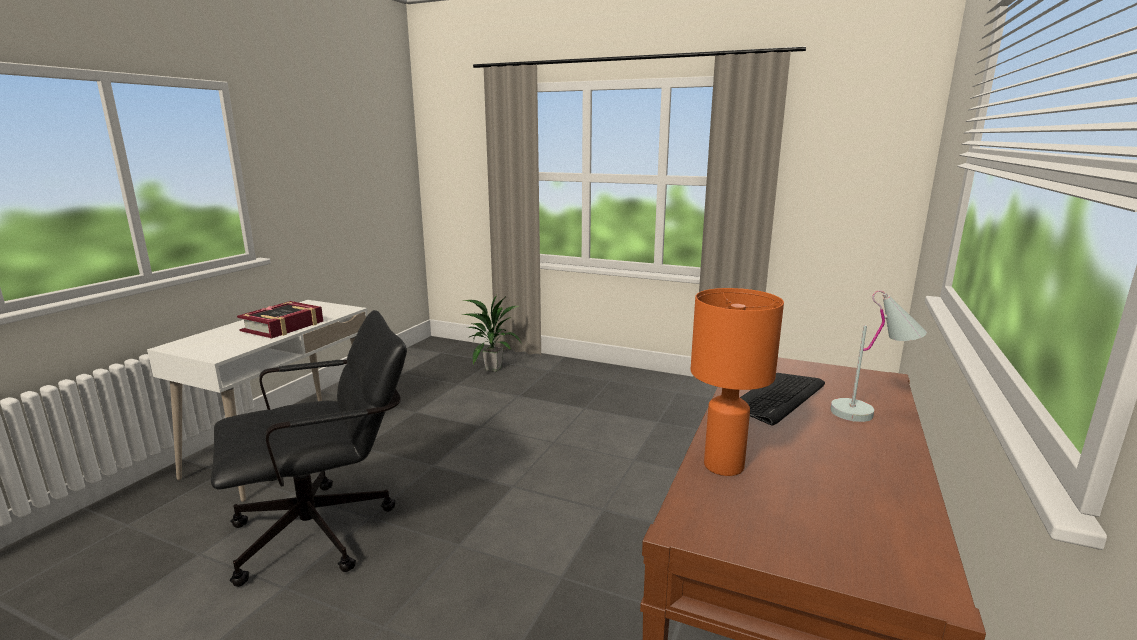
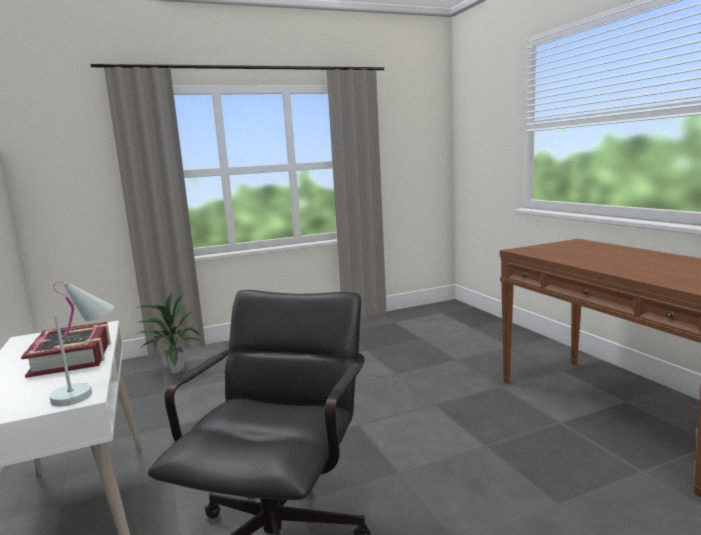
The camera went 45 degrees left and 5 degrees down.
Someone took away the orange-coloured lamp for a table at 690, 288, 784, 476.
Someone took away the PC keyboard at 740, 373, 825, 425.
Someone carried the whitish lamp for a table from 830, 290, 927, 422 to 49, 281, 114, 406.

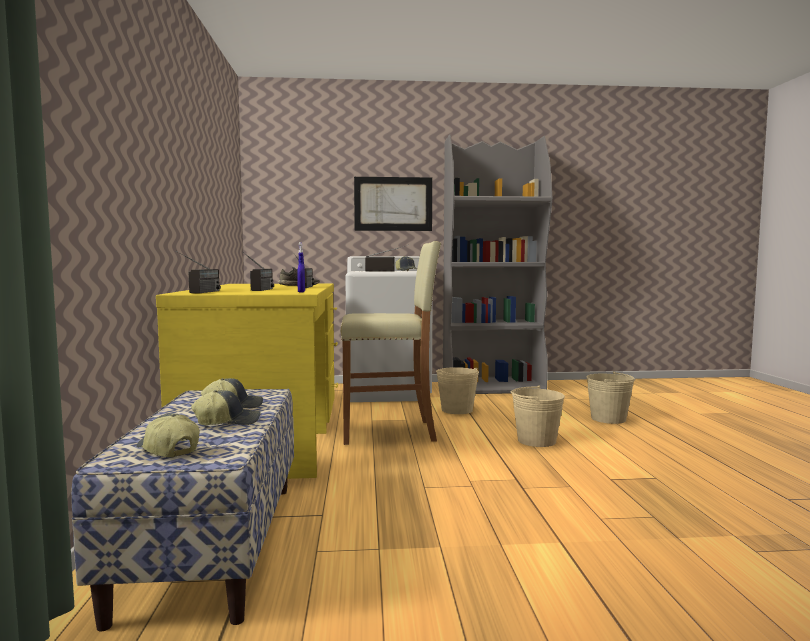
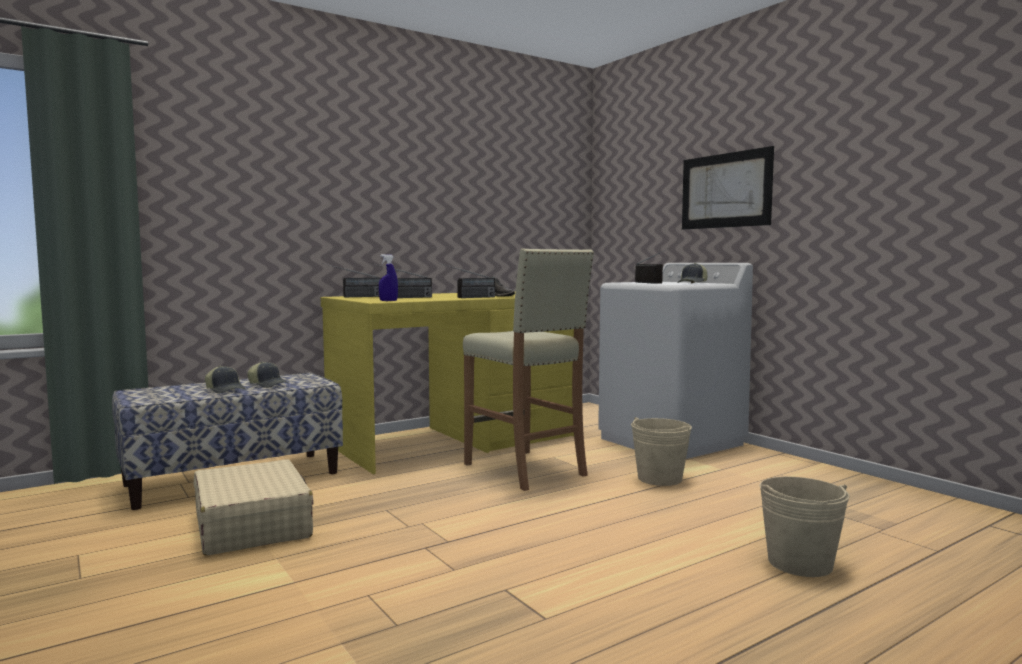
The camera went 60 degrees right and 0 degrees up.
Someone took away the baseball cap at 136, 413, 200, 458.
Someone took away the gray shelving unit at 443, 134, 552, 394.
Someone took away the sand-coloured bucket at 511, 386, 565, 447.
Someone put down the sand-coloured suitcase at 194, 459, 314, 556.

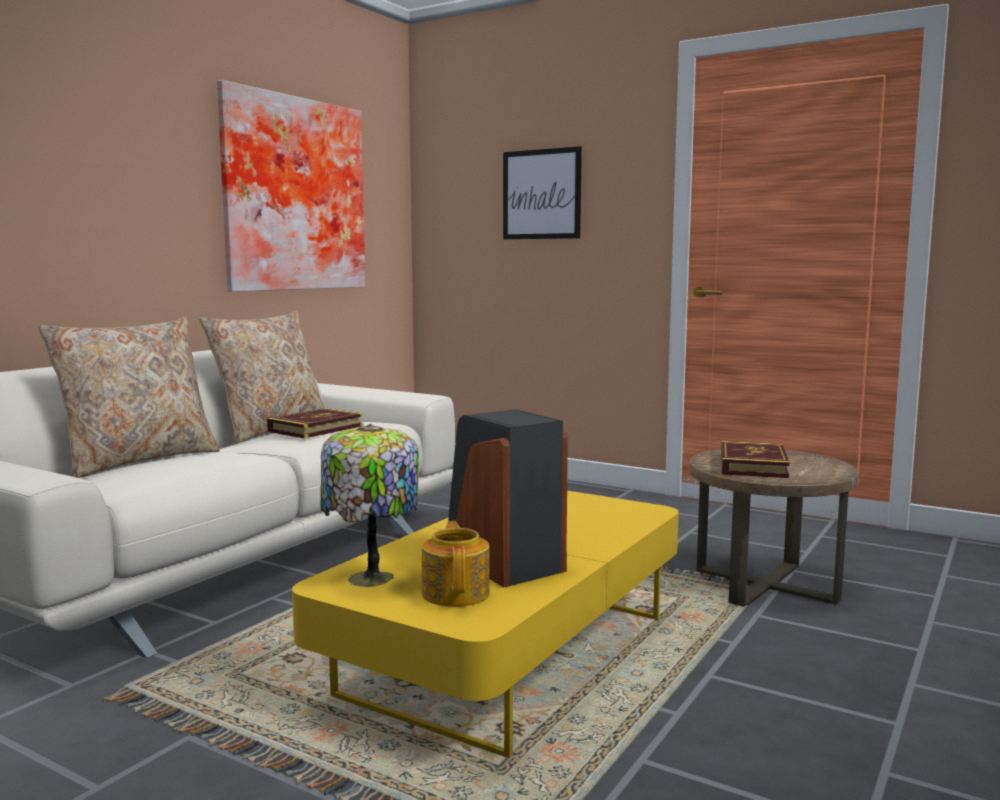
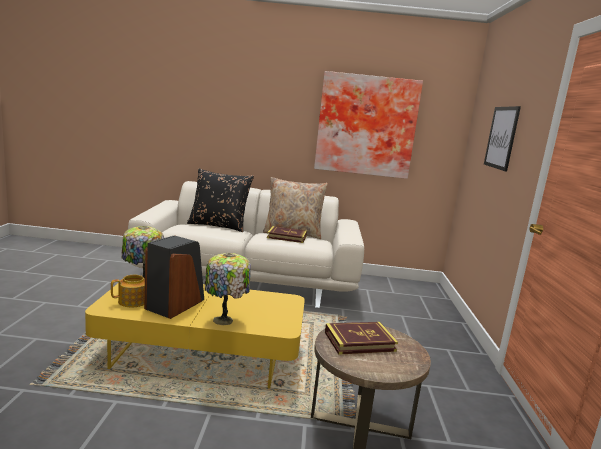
The camera went 60 degrees right and 5 degrees up.
Someone repainted the sand-coloured cushion at 38, 317, 220, 478, which became the blackish cushion at 187, 169, 254, 232.
Someone put down the lamp for a table at 205, 253, 251, 325.

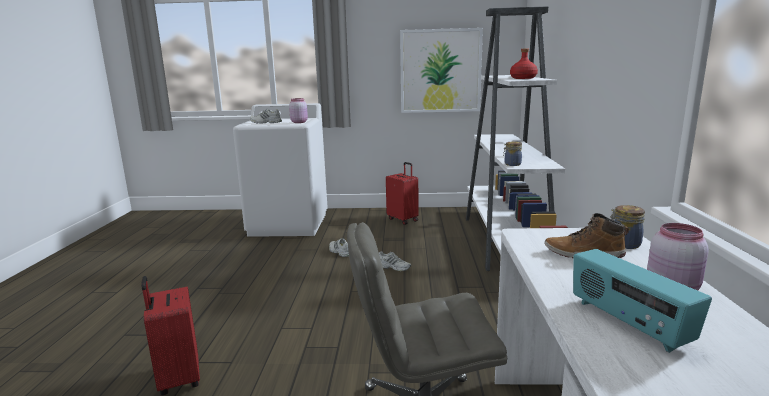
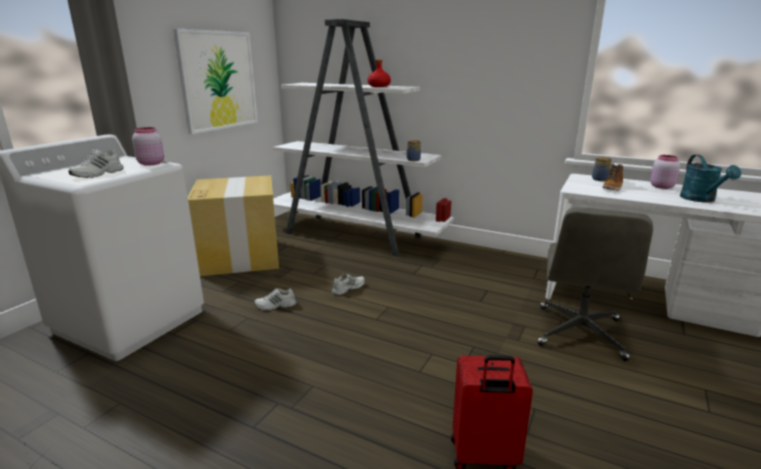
The camera went 65 degrees left and 5 degrees up.
Someone swapped the red suitcase at 386, 162, 418, 225 for the packing box at 188, 175, 279, 276.
Someone swapped the radio at 573, 249, 712, 353 for the turquoise watering pot at 680, 155, 741, 203.

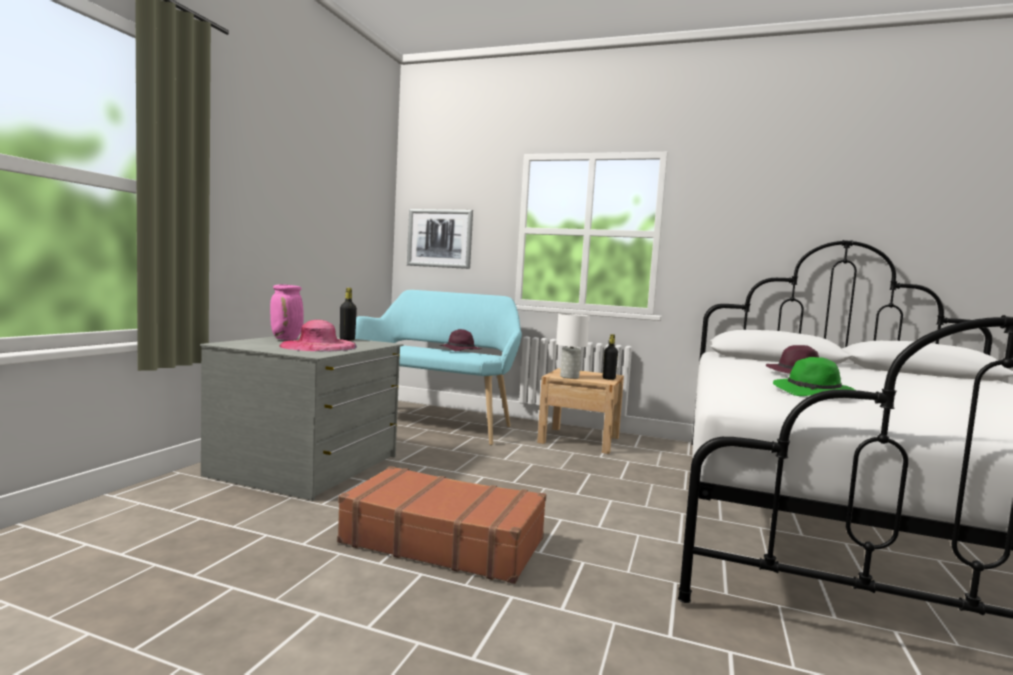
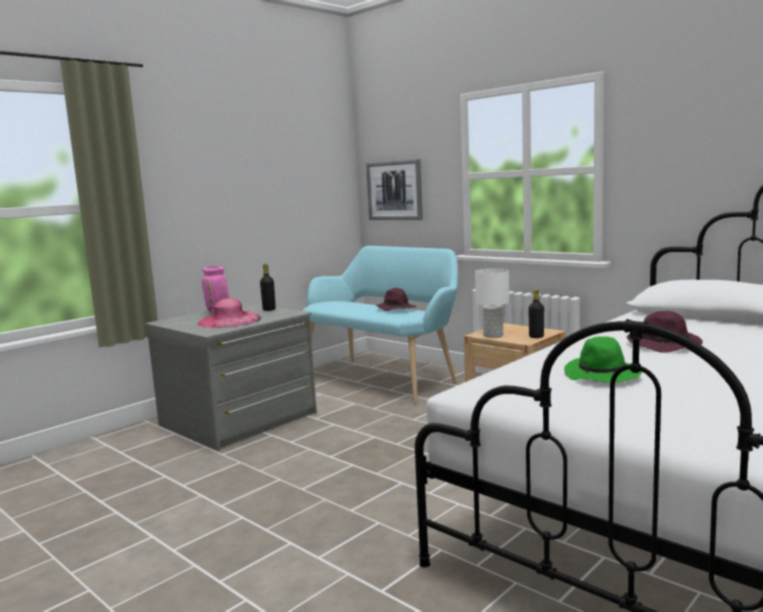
The camera went 25 degrees right and 5 degrees up.
Someone took away the brown suitcase at 337, 466, 546, 584.

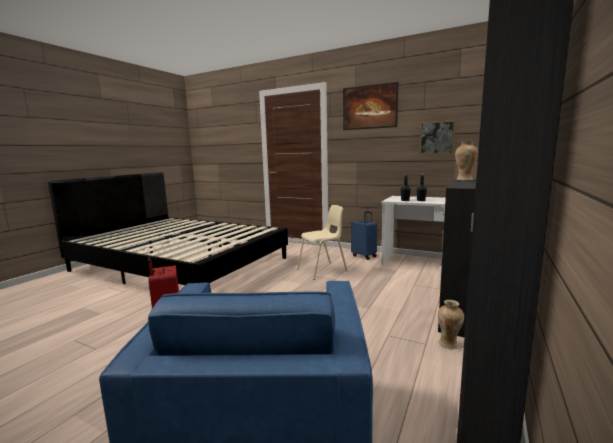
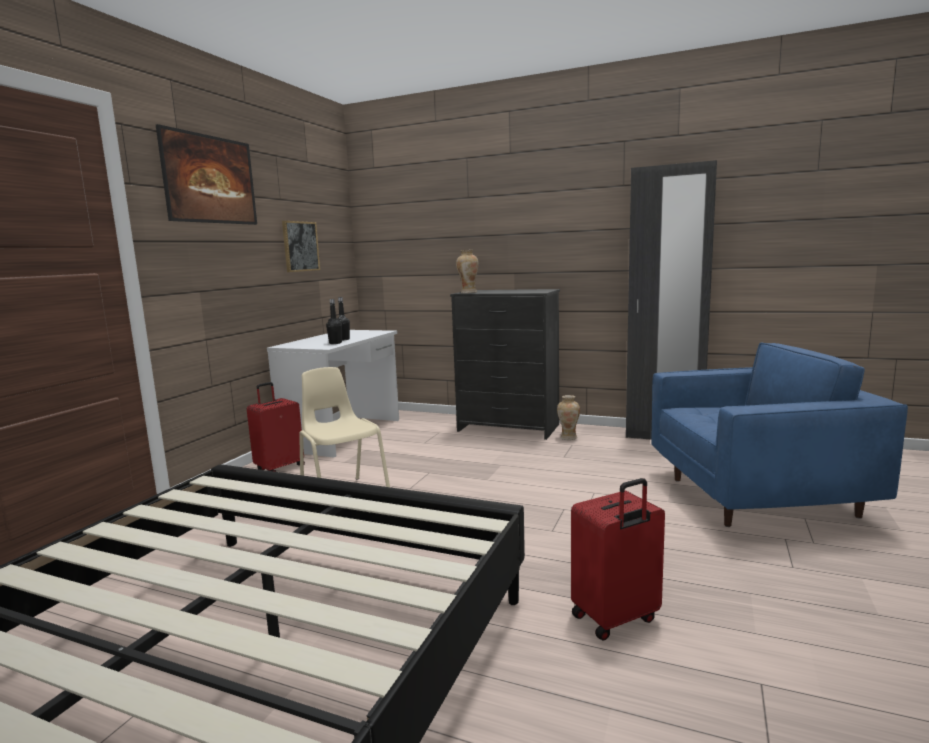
The camera went 95 degrees left and 0 degrees up.
Someone repainted the blue-coloured suitcase at 351, 211, 377, 260, which became the red suitcase at 247, 382, 305, 472.

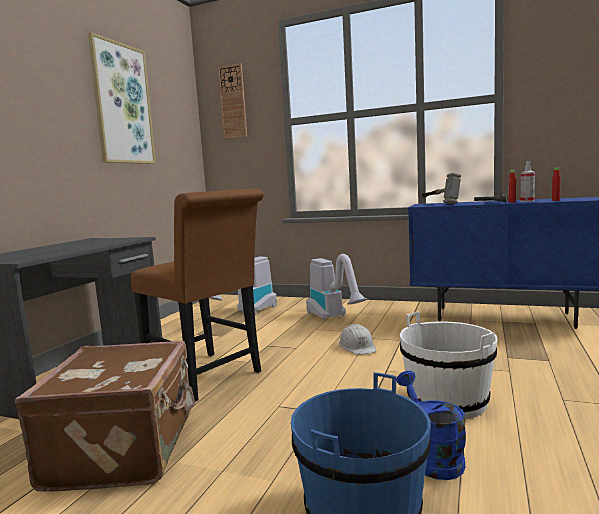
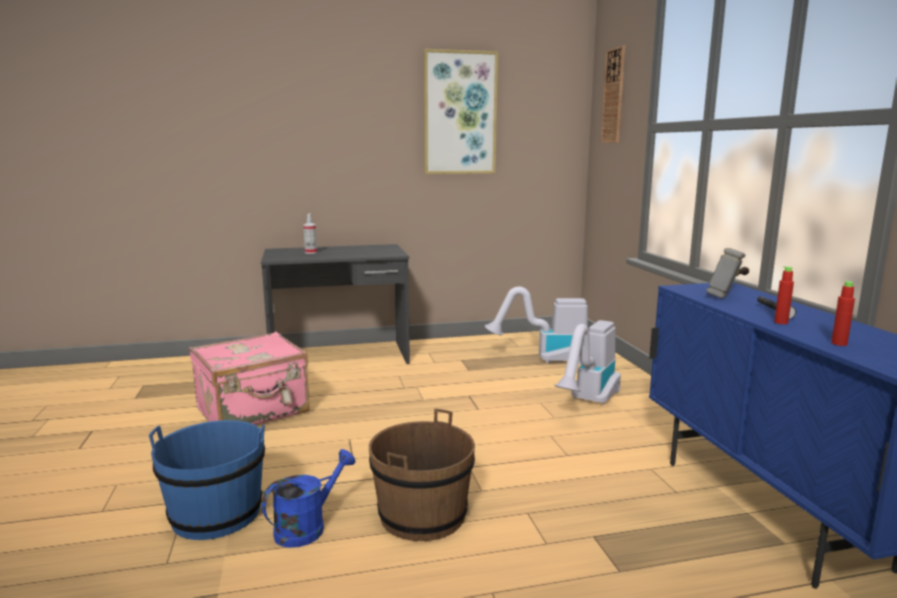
The camera went 55 degrees right and 5 degrees up.
Someone repainted the brown suitcase at 15, 341, 195, 492, which became the pink-coloured suitcase at 189, 332, 310, 425.
Someone took away the brown upright chair at 131, 189, 264, 402.
Someone took away the whitish safety helmet at 339, 324, 376, 355.
Someone repainted the whitish bucket at 400, 312, 498, 419, which became the brown bucket at 369, 408, 475, 541.
Someone carried the sprayer from 520, 161, 535, 202 to 303, 214, 317, 254.

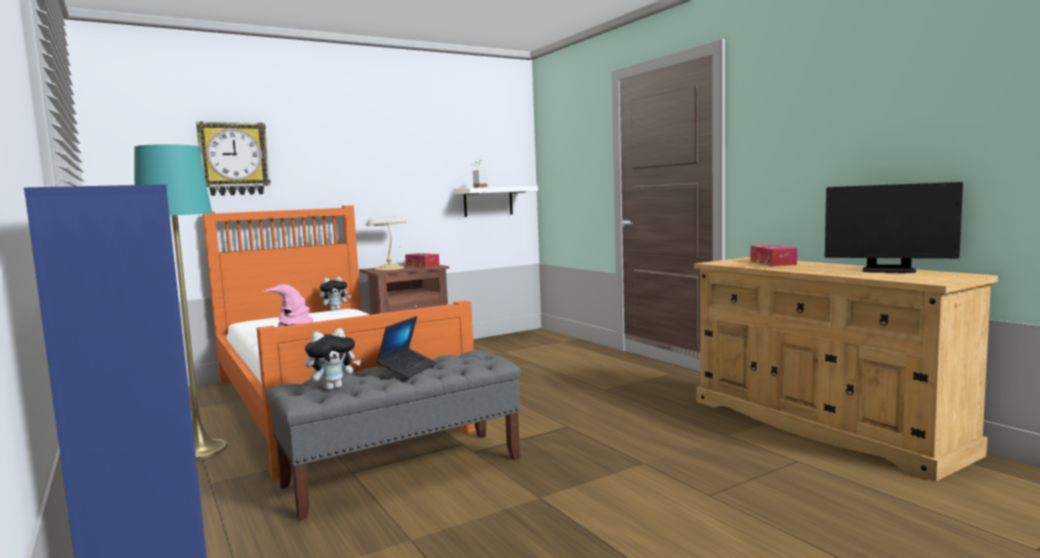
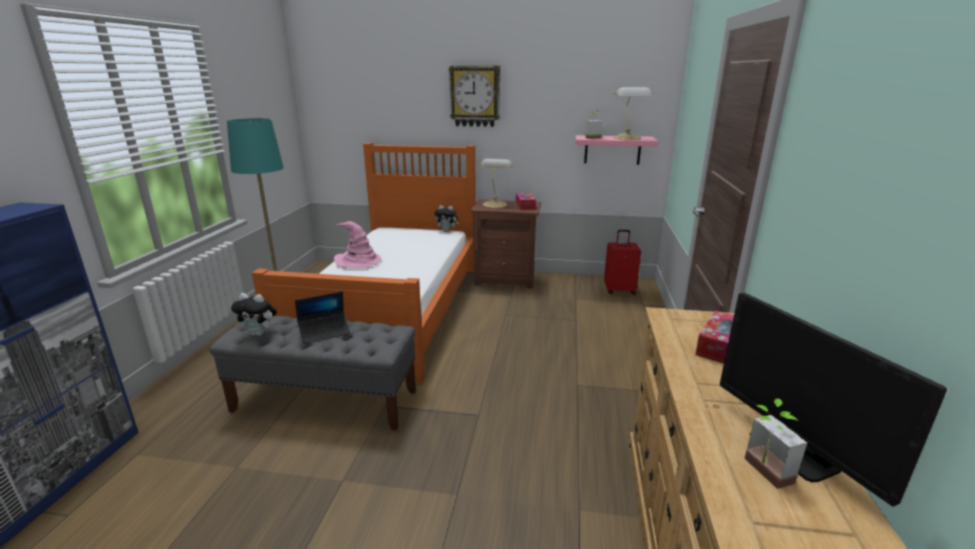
The camera went 40 degrees right and 15 degrees up.
Someone carried the hanging clock from 196, 121, 271, 196 to 449, 66, 500, 127.
Someone repainted the whitish wall shelf at 454, 186, 538, 217, which became the pink-coloured wall shelf at 575, 135, 658, 165.
Someone put down the red suitcase at 604, 230, 641, 295.
Someone put down the lamp for a table at 613, 87, 653, 140.
Someone put down the potted plant at 744, 398, 807, 489.

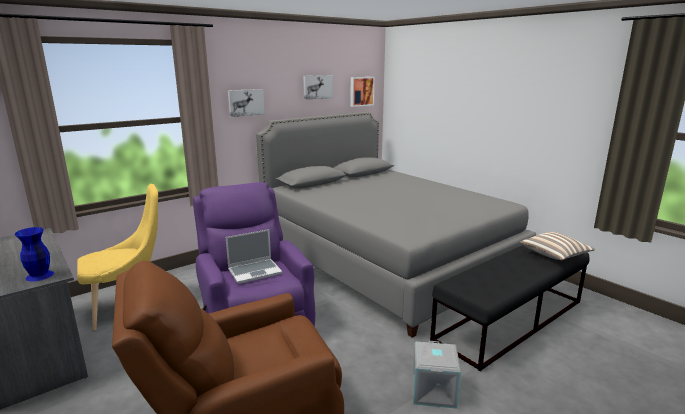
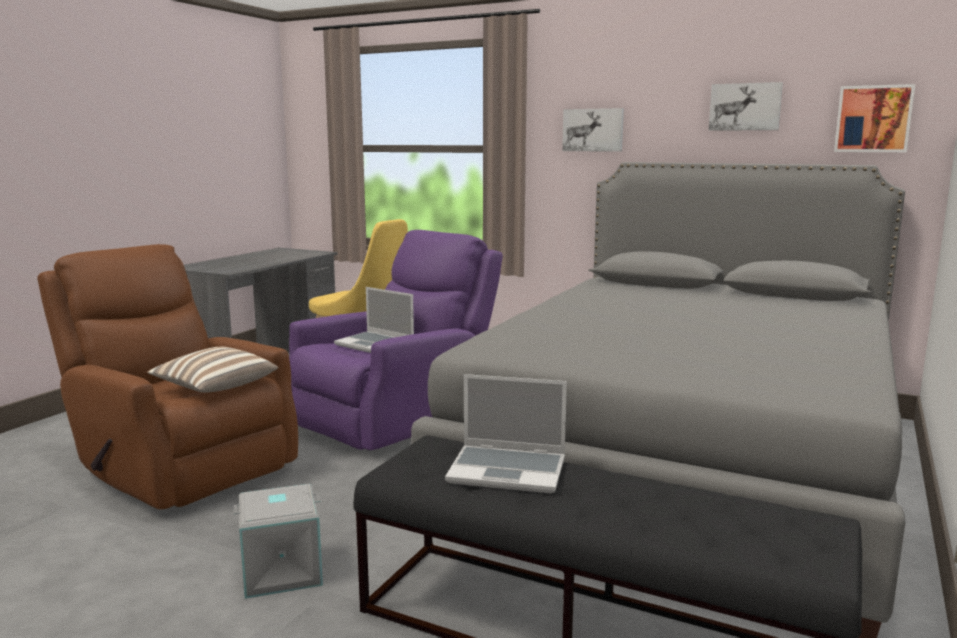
The camera went 65 degrees right and 5 degrees down.
Someone took away the blue-coloured decorative vase at 15, 227, 54, 281.
Someone carried the cushion from 520, 232, 595, 260 to 147, 347, 278, 392.
Someone put down the notebook computer at 445, 374, 567, 493.

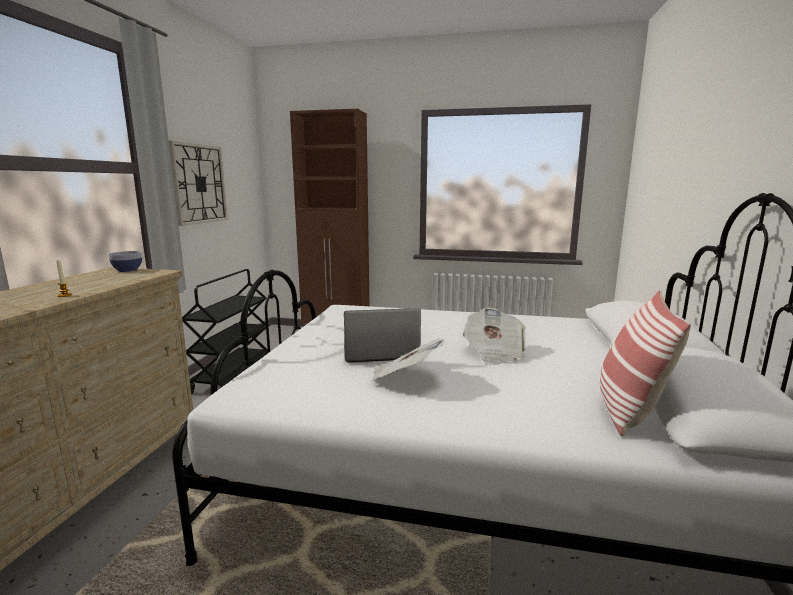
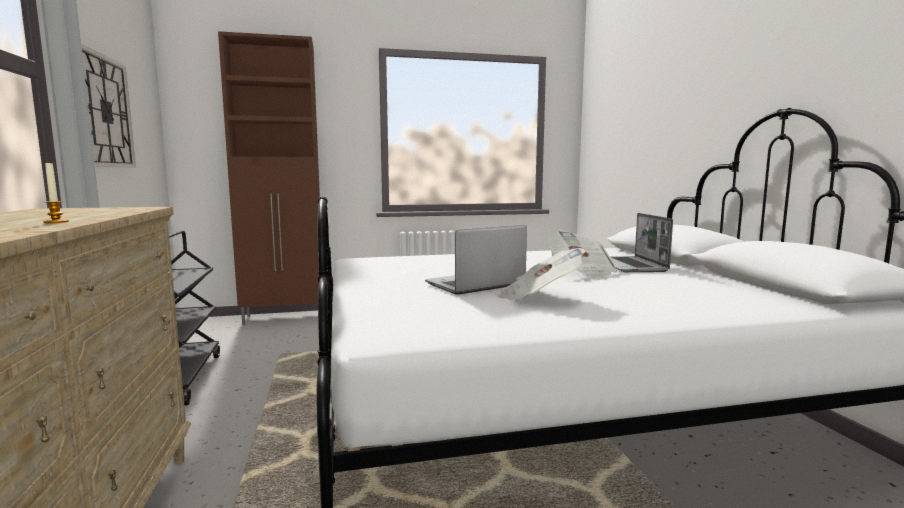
The camera went 25 degrees left and 5 degrees down.
Someone took away the bowl at 108, 251, 142, 272.
Someone took away the cushion at 600, 291, 691, 436.
Someone put down the notebook computer at 610, 213, 673, 272.

